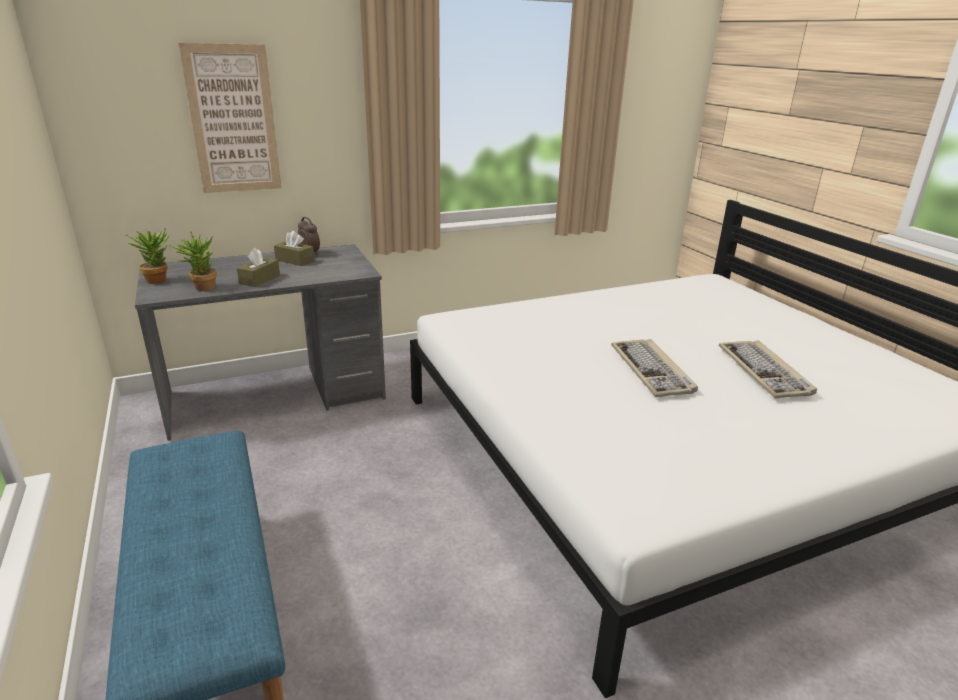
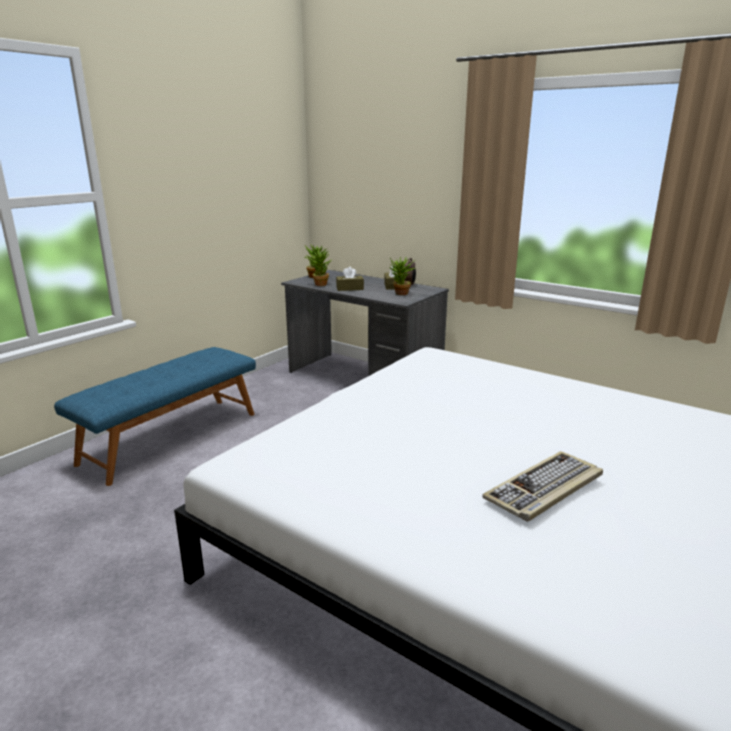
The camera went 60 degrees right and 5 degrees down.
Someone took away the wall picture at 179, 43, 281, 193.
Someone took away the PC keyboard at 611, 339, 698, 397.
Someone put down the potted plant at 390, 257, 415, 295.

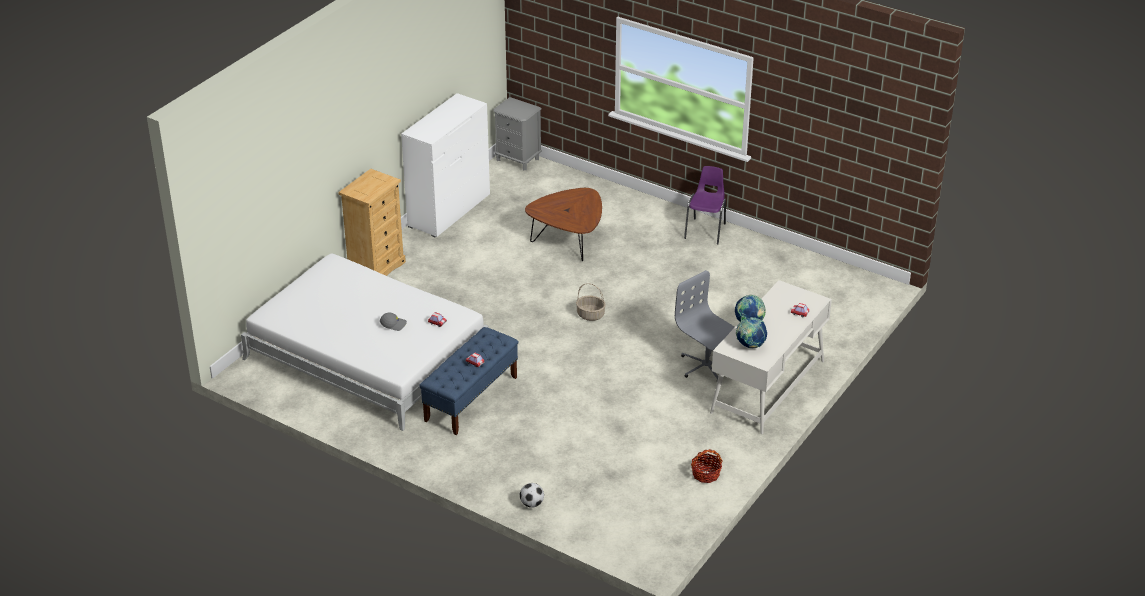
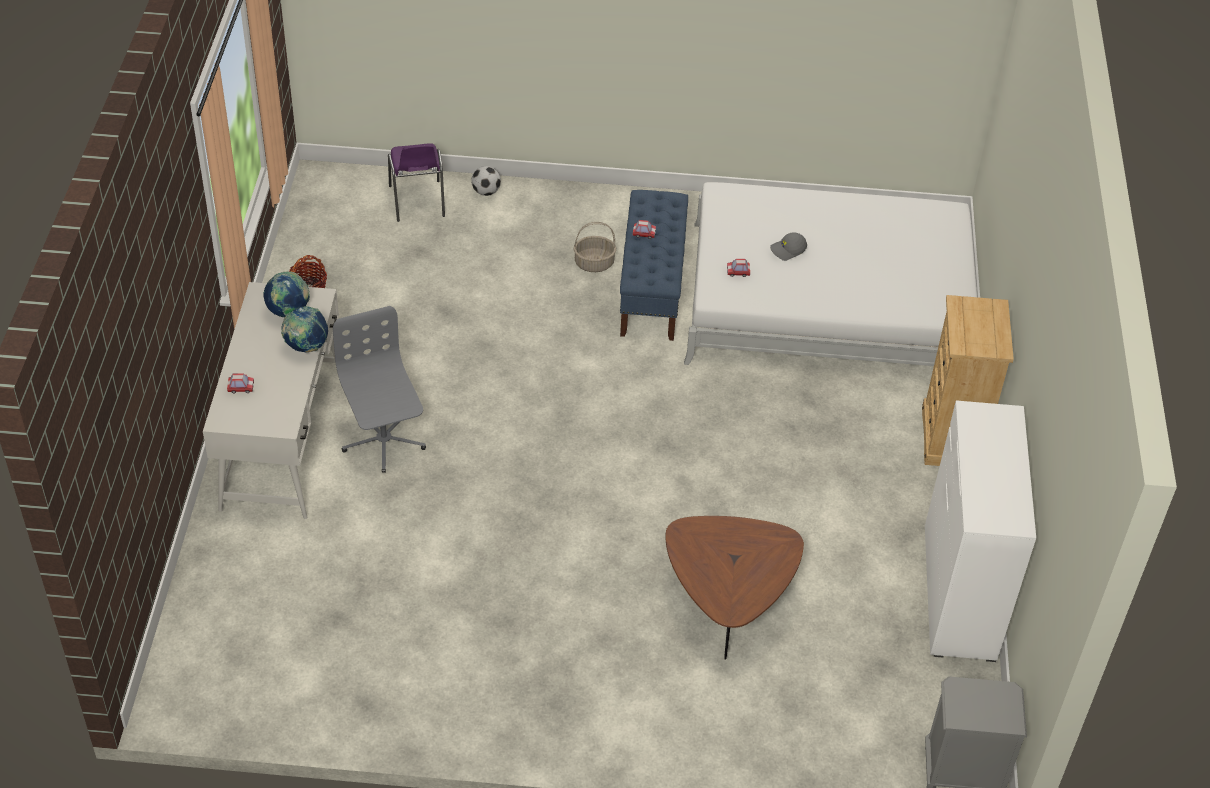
The camera went 150 degrees right and 10 degrees up.
Someone carried the household basket from 576, 283, 606, 321 to 573, 222, 616, 272.
Someone rotated the gray desk chair at 675, 270, 735, 381 by 135 degrees counterclockwise.
Someone carried the purple-coloured upright chair from 684, 166, 726, 244 to 388, 143, 445, 222.

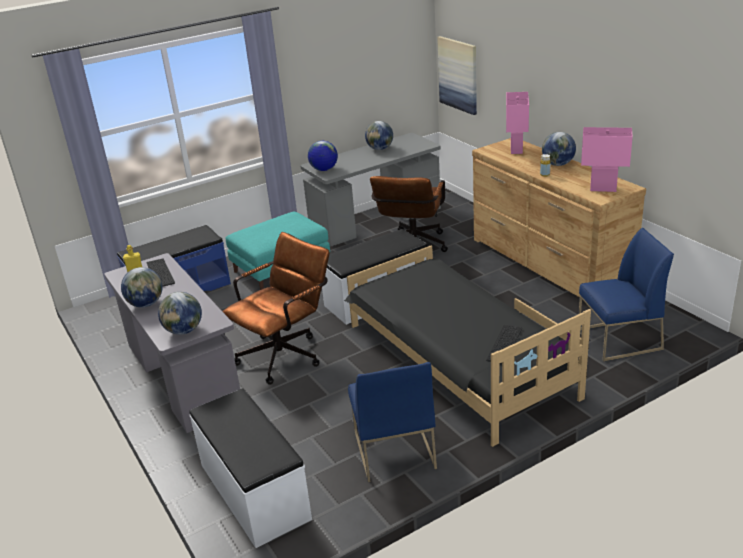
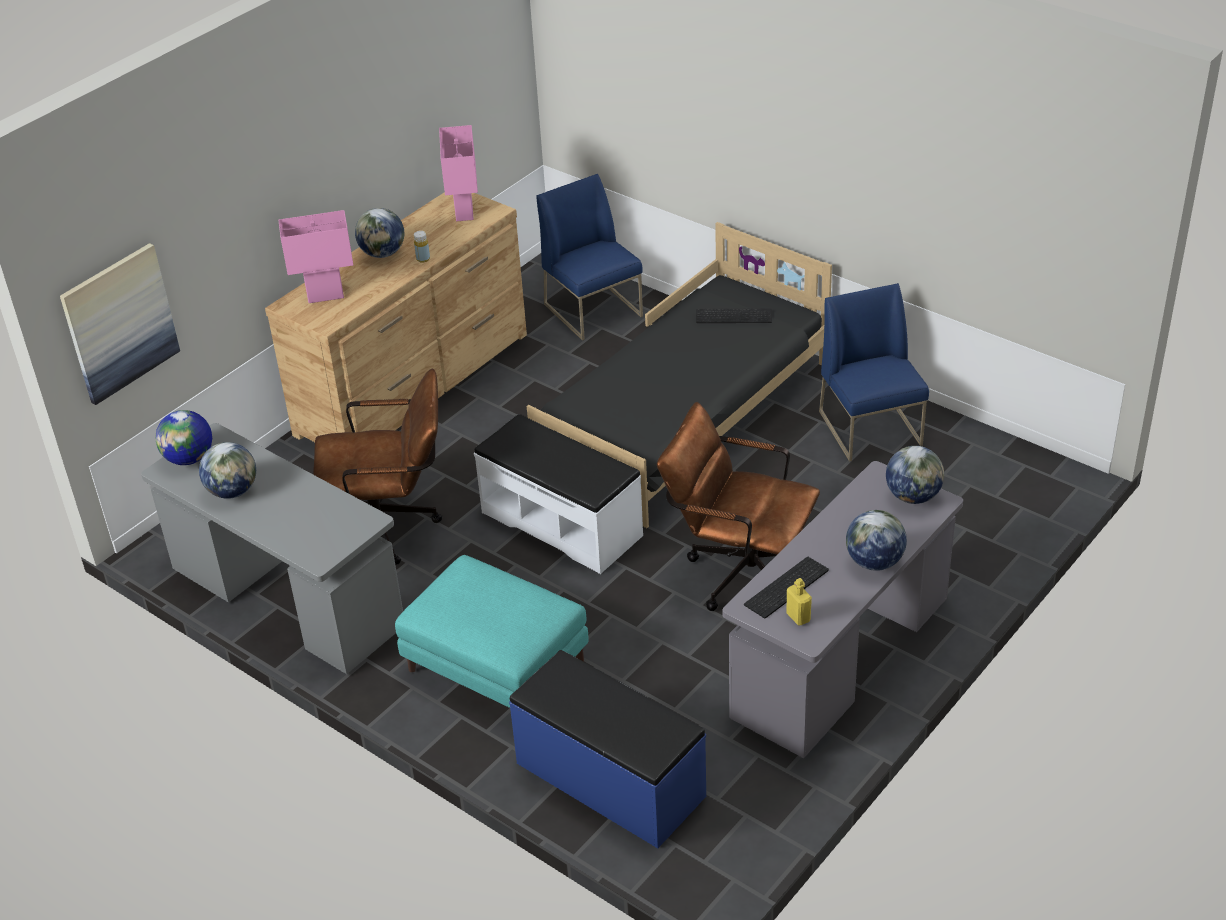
The camera went 110 degrees left and 10 degrees up.
Someone took away the whitish bench at 189, 389, 312, 548.
Someone carried the desk globe from 308, 141, 338, 171 to 155, 410, 212, 465.
Someone rotated the blue-coloured upright chair at 348, 362, 437, 482 by 75 degrees counterclockwise.

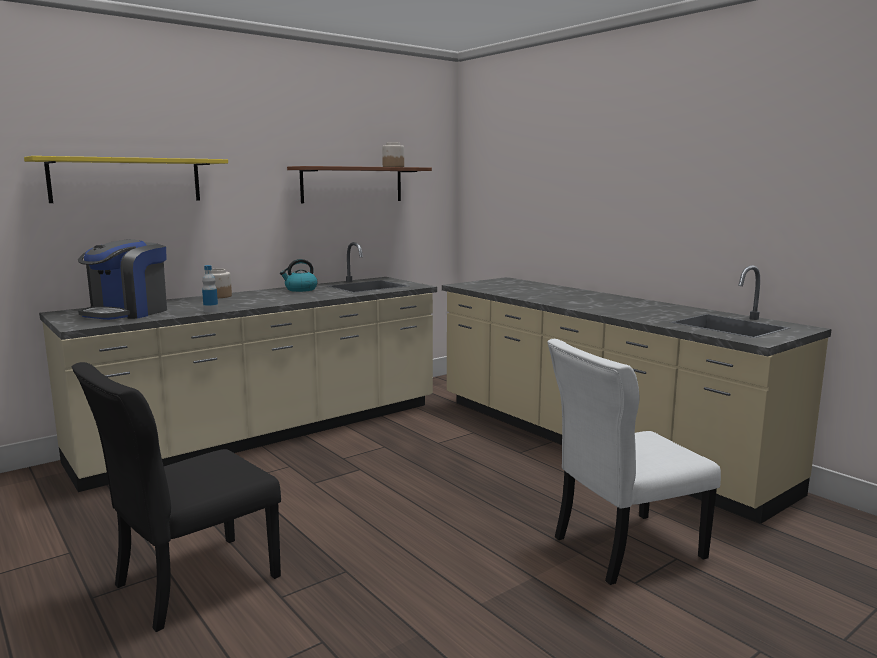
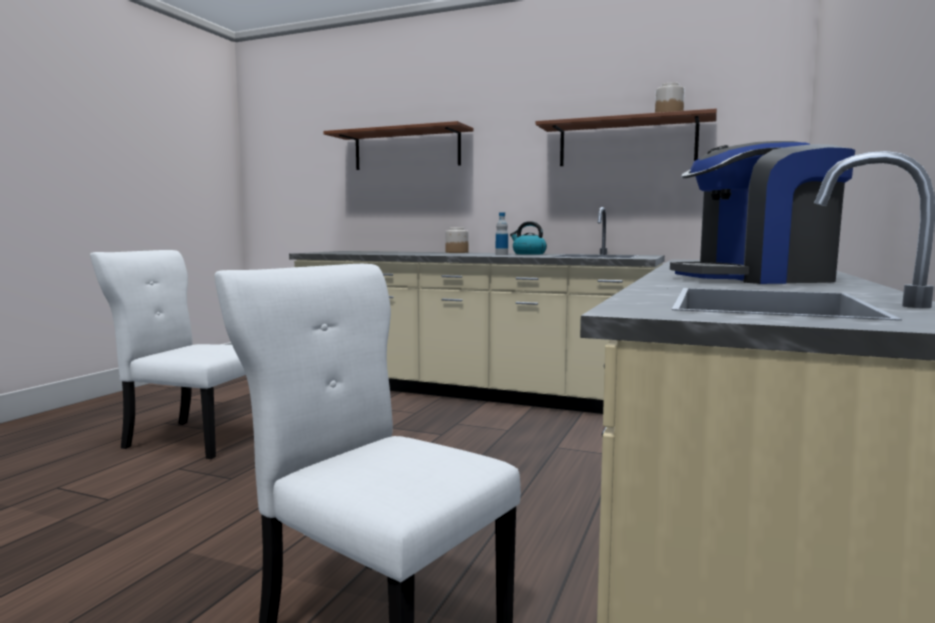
The camera went 60 degrees right and 5 degrees down.
Someone repainted the yellowish wall shelf at 24, 156, 228, 203, which became the brown wall shelf at 323, 121, 473, 170.
Someone repainted the blackish upright chair at 72, 362, 281, 632, which became the whitish upright chair at 90, 250, 246, 459.
Someone carried the coffee machine from 78, 239, 167, 320 to 670, 141, 855, 284.
Someone carried the beverage bottle from 202, 265, 218, 313 to 496, 212, 508, 255.

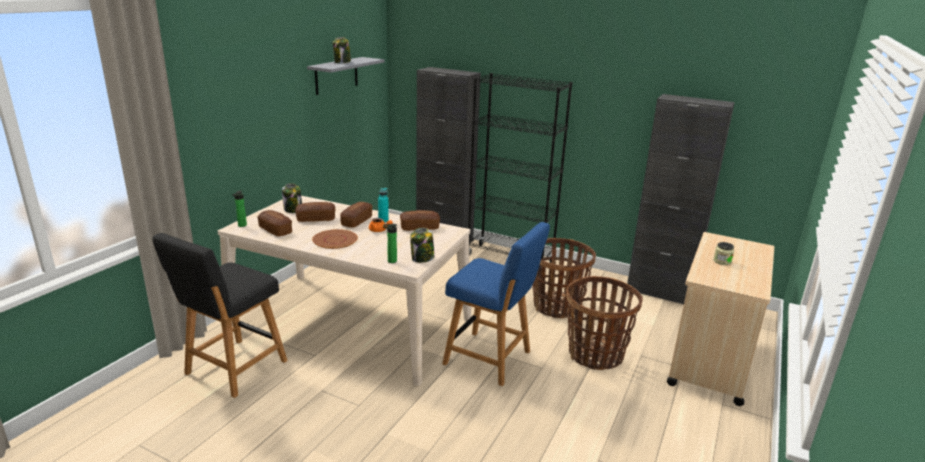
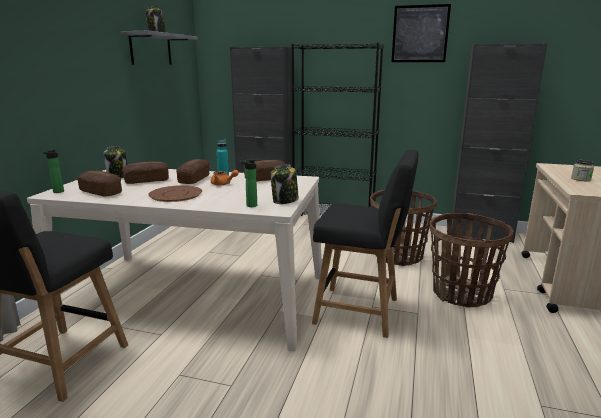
The camera went 10 degrees left and 5 degrees down.
Someone repainted the blue-coloured upright chair at 442, 222, 550, 386, which became the blackish upright chair at 312, 150, 419, 338.
Someone put up the wall picture at 391, 4, 451, 62.

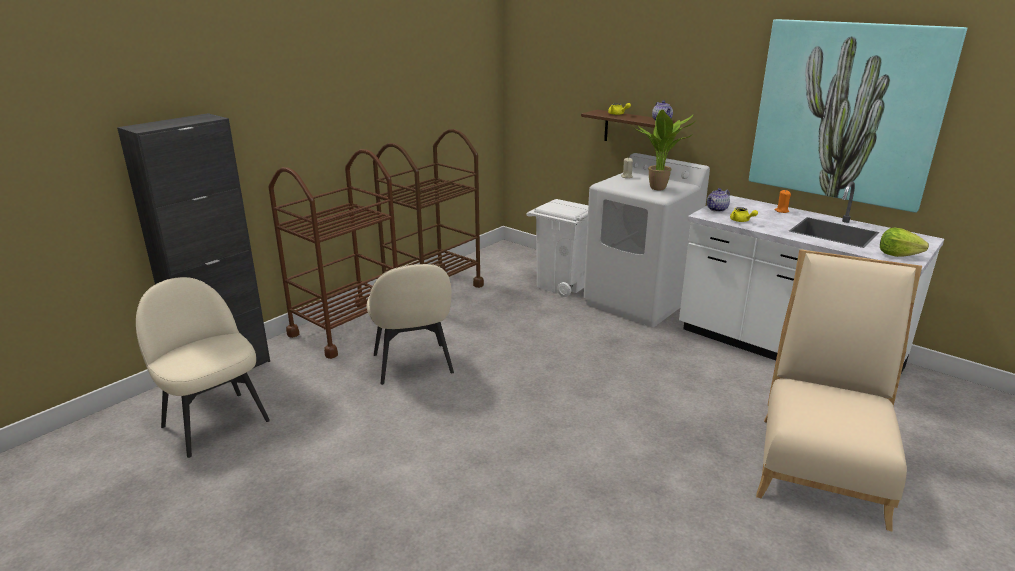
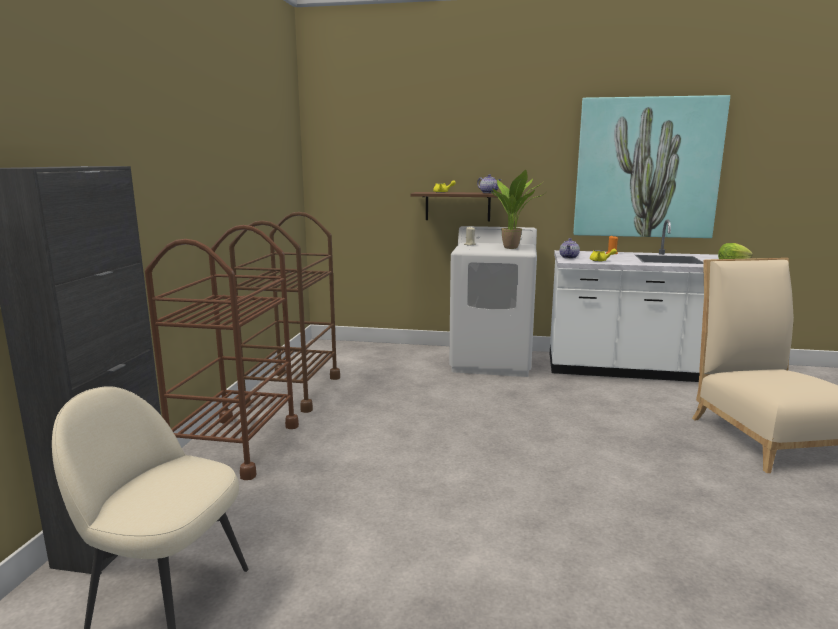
The camera went 30 degrees left and 10 degrees down.
Someone took away the sand-coloured upright chair at 367, 264, 454, 385.
Someone took away the whitish waste bin at 527, 199, 588, 297.

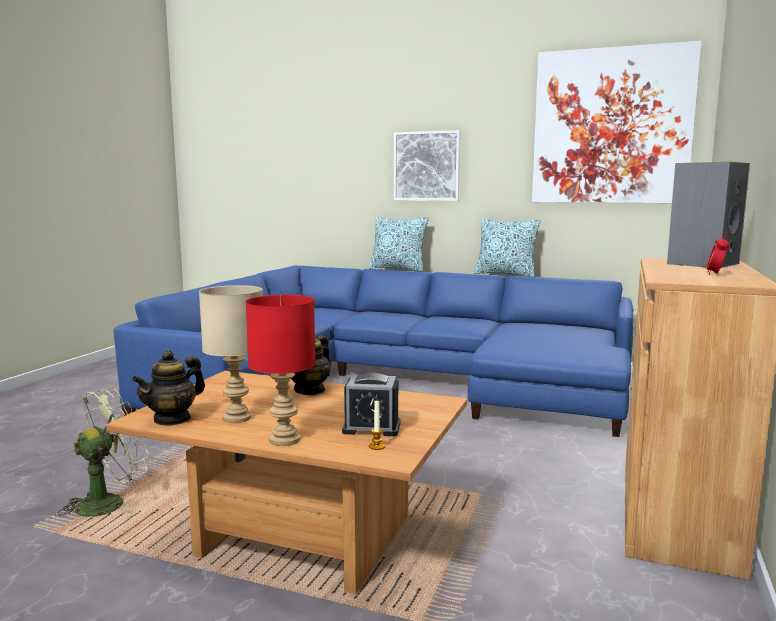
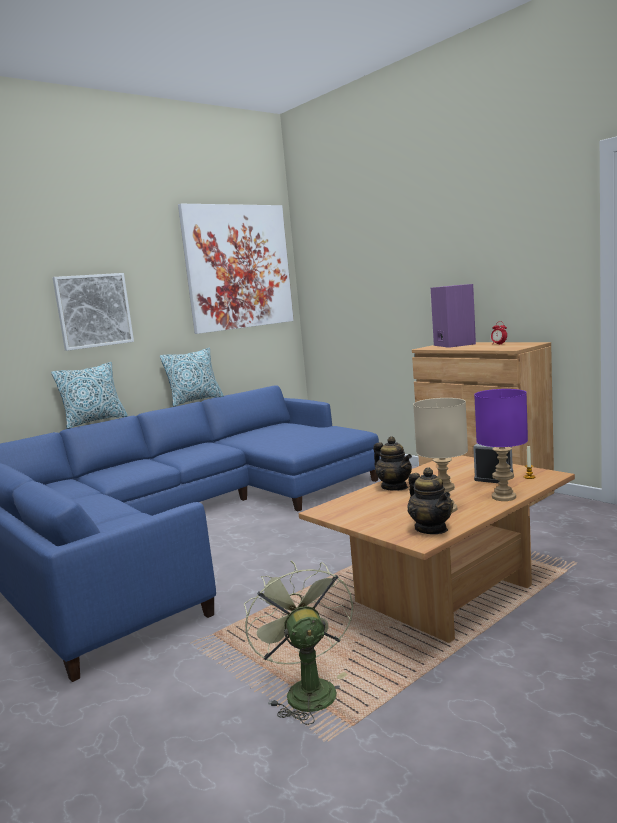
The camera went 60 degrees left and 0 degrees up.
Someone repainted the red lamp for a table at 245, 295, 316, 446, which became the purple-coloured lamp for a table at 474, 389, 528, 501.
Someone repainted the gray loudspeaker at 667, 162, 750, 268, which became the purple-coloured loudspeaker at 431, 284, 476, 348.

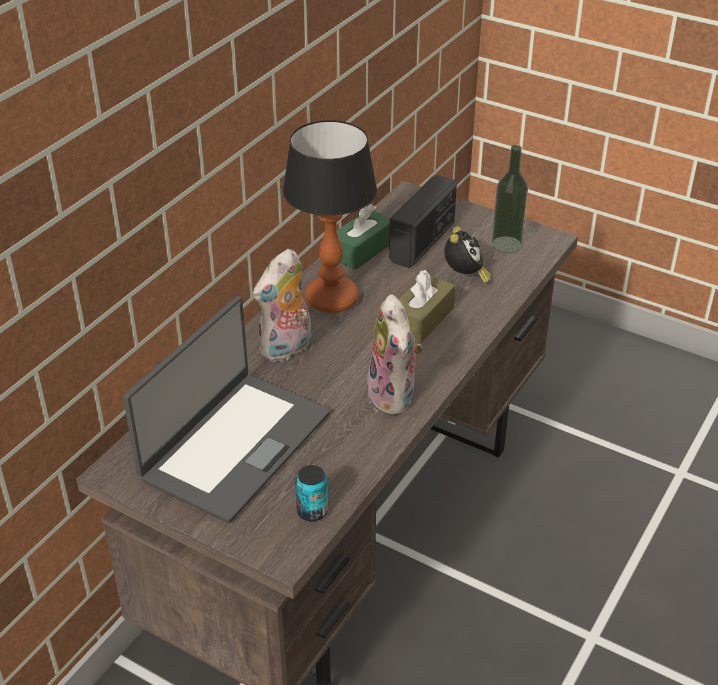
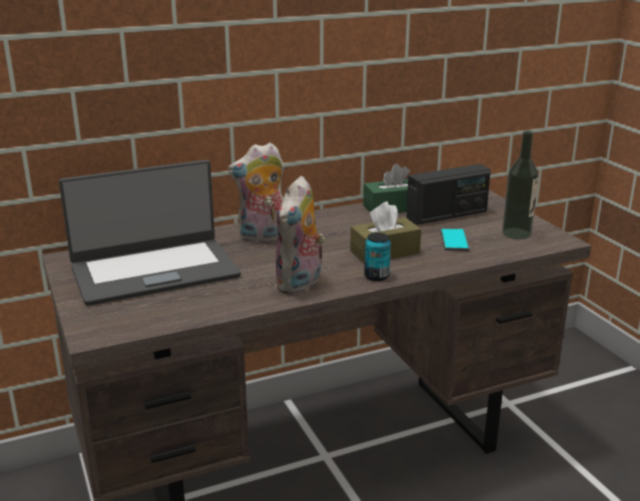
The camera went 35 degrees right and 15 degrees down.
Someone took away the lamp for a table at 283, 120, 377, 313.
Someone carried the metal can from 295, 465, 328, 522 to 364, 233, 391, 281.
Someone swapped the alarm clock at 444, 226, 491, 284 for the phone at 441, 229, 469, 251.

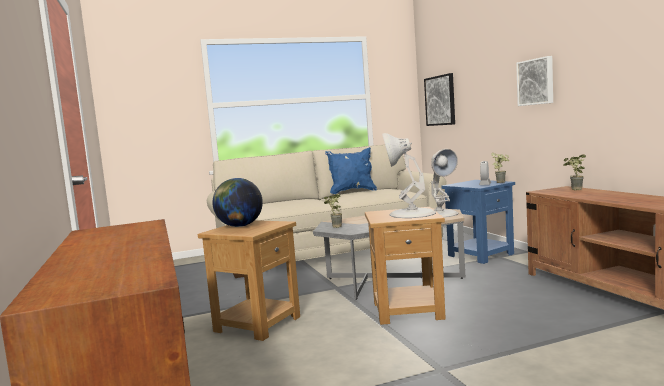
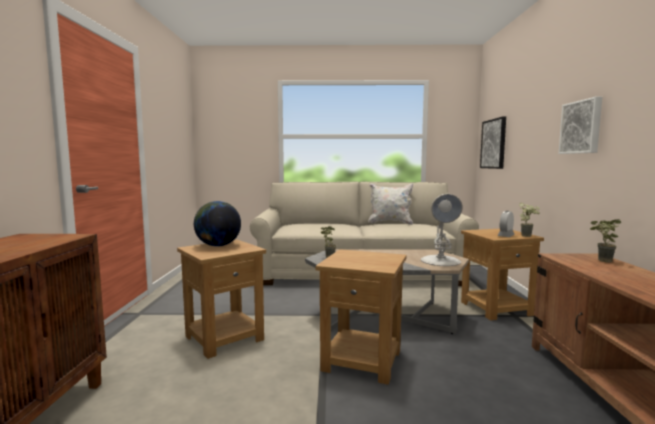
The camera went 20 degrees right and 0 degrees up.
Someone repainted the blue-coloured cushion at 325, 147, 377, 194, which became the whitish cushion at 368, 183, 413, 225.
Someone took away the whitish lamp for a table at 382, 133, 436, 218.
Someone repainted the blue-coloured side table at 442, 180, 515, 264, which became the brown side table at 461, 229, 544, 321.

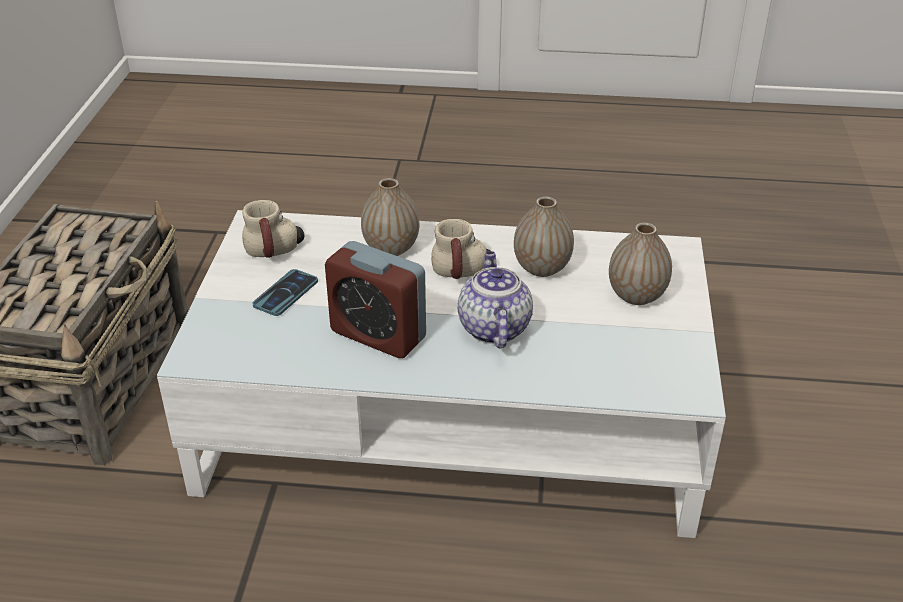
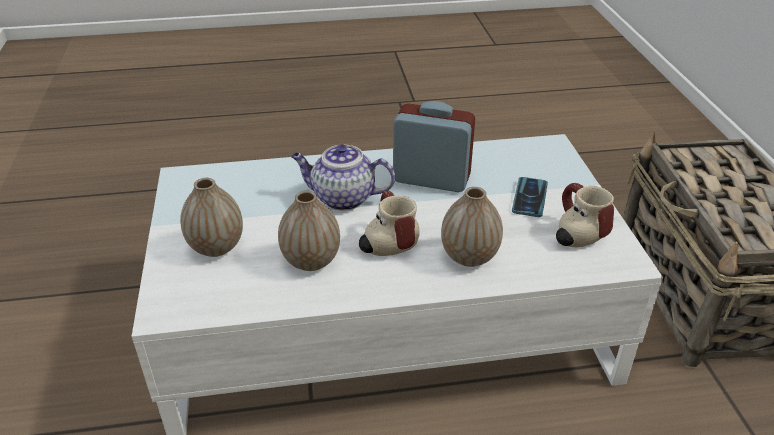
The camera went 165 degrees right and 0 degrees up.
Someone rotated the pot for tea at 458, 251, 533, 348 by 120 degrees clockwise.

